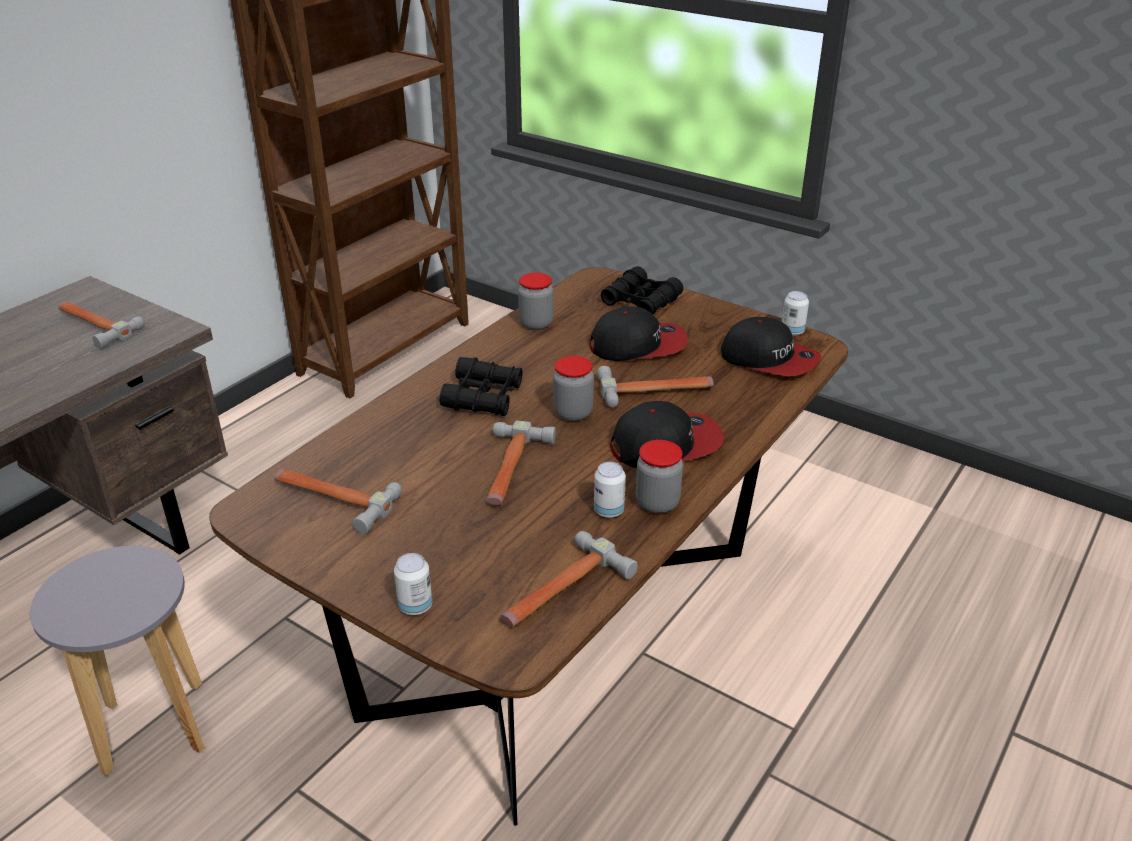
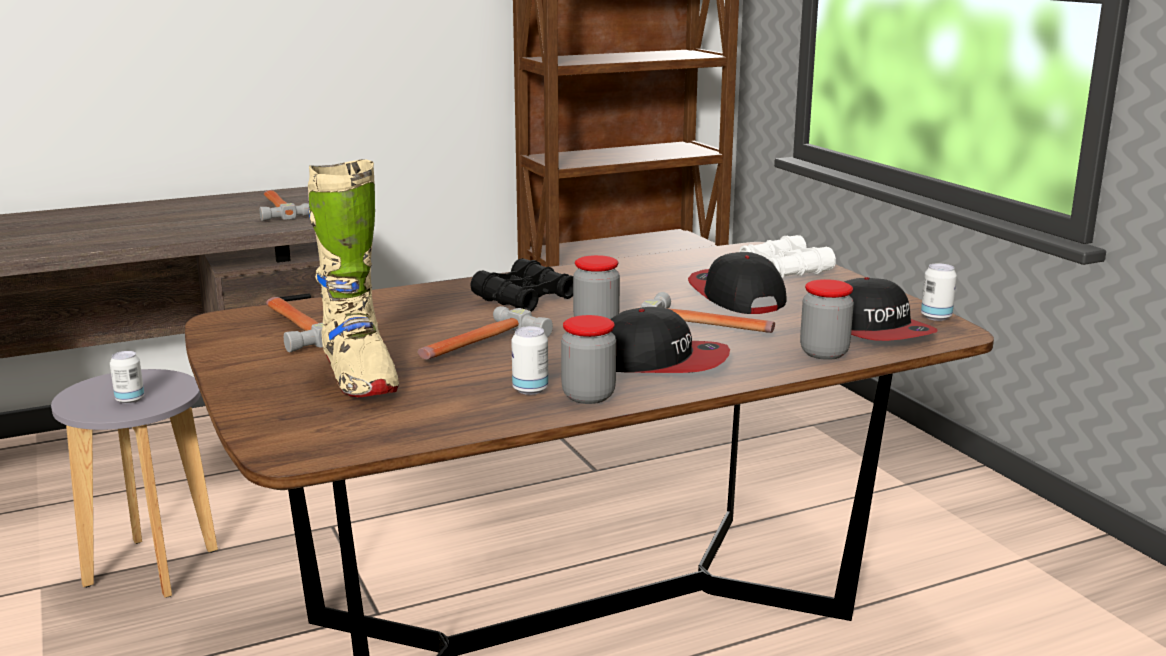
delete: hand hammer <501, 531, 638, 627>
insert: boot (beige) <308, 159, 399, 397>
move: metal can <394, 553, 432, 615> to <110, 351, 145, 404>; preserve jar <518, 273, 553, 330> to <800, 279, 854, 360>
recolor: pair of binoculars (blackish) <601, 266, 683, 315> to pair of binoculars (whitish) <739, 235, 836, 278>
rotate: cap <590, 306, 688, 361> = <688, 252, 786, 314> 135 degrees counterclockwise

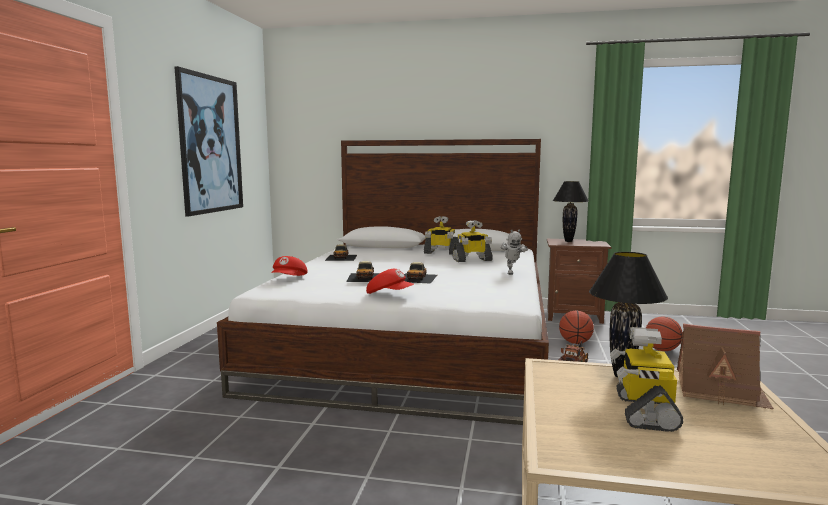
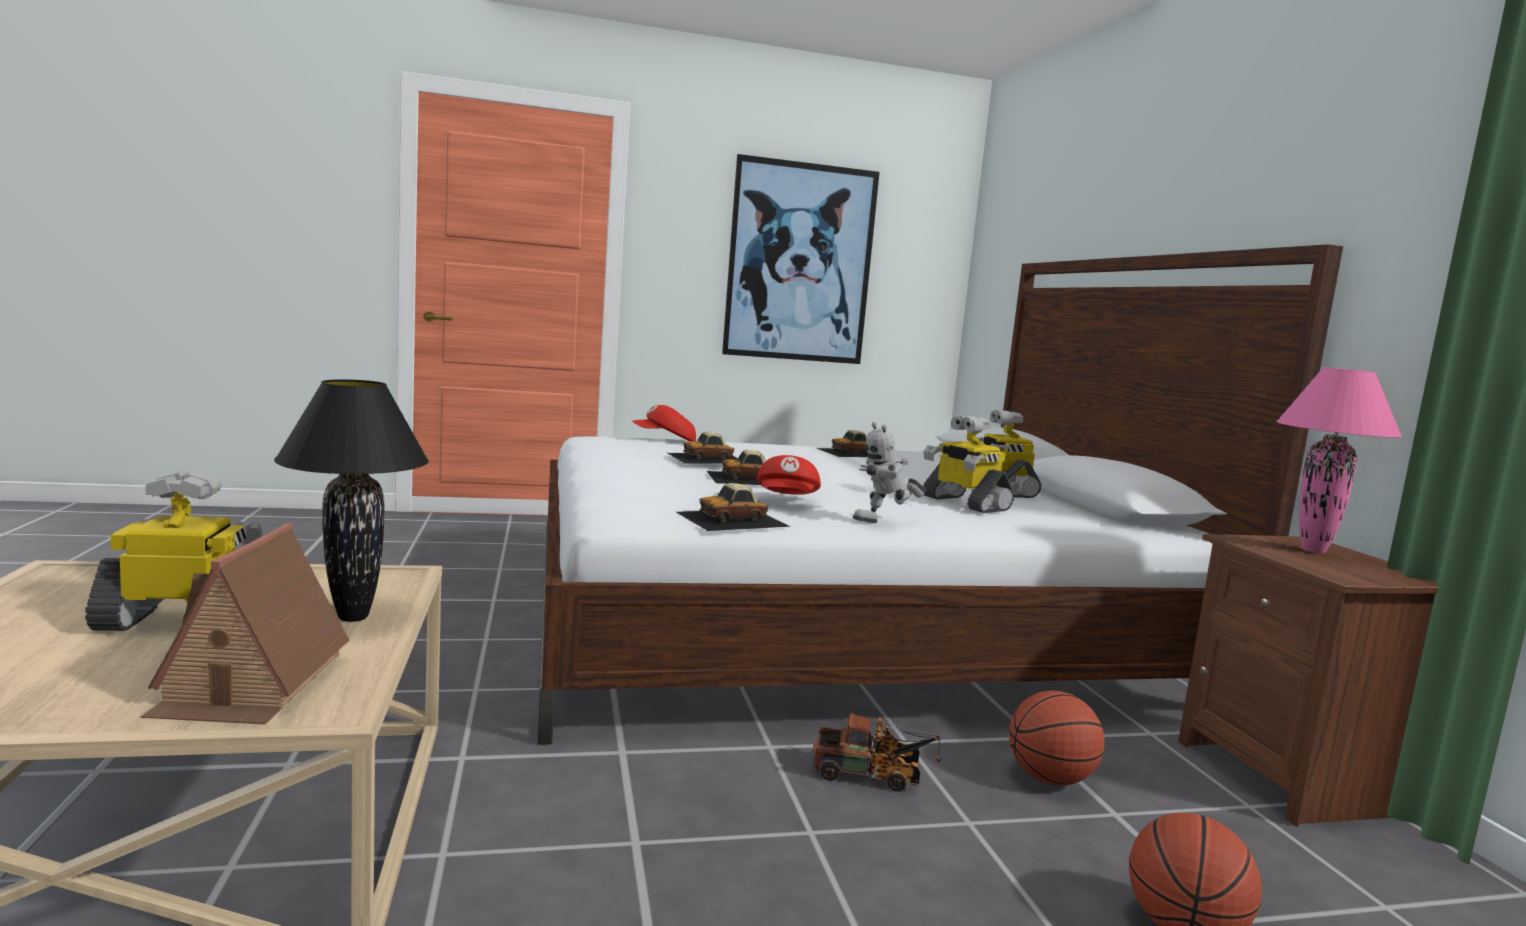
insert: toy car <676, 483, 790, 531>
move: cap (red-coloured) <366, 269, 414, 294> to <757, 455, 821, 495>
recolor: table lamp (blackish) <553, 181, 588, 242> to table lamp (pink-coloured) <1276, 367, 1402, 554>

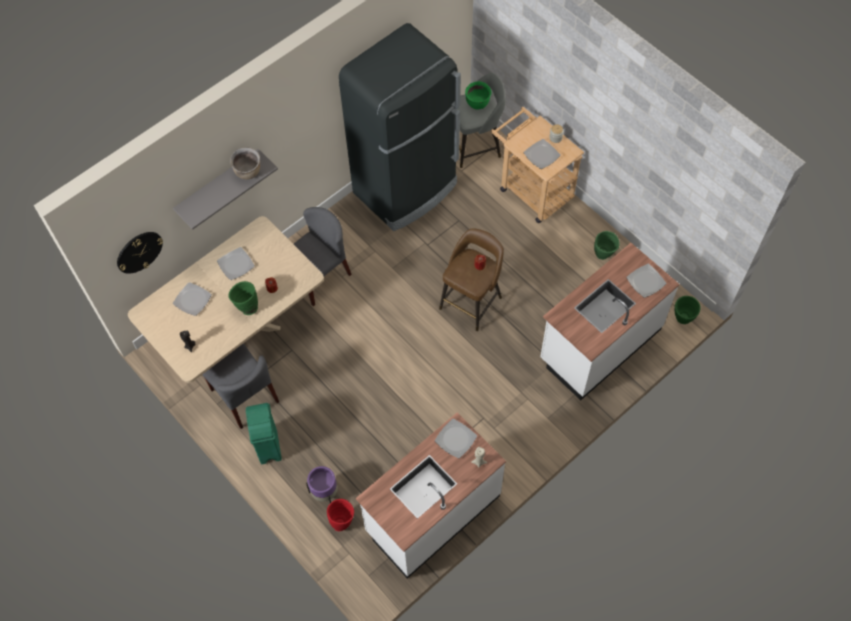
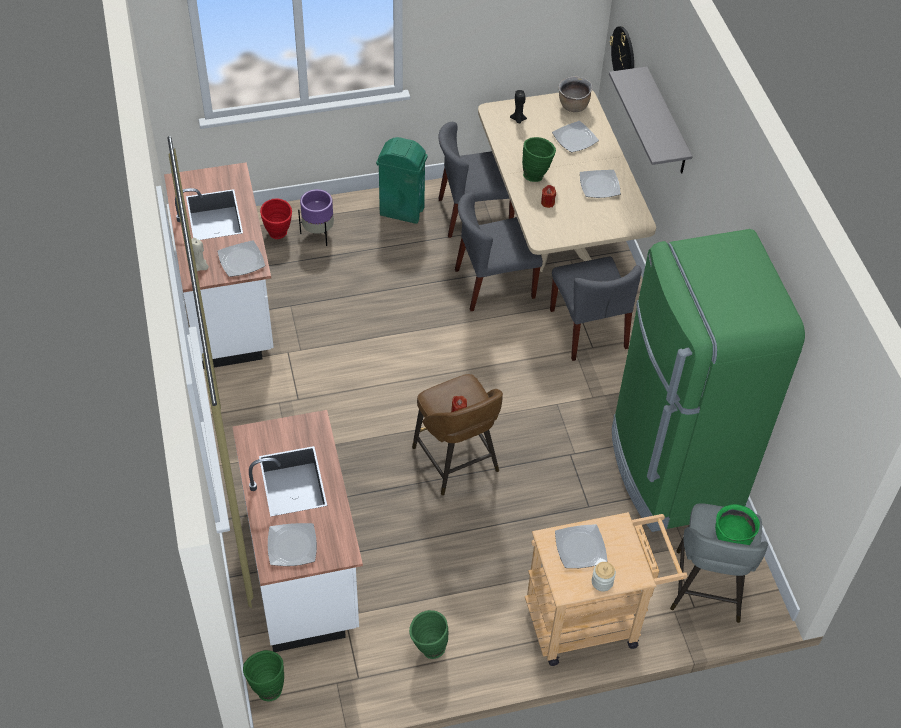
insert: plain chair (greyish) <455, 192, 543, 311>
move: saucepot (brown) <230, 147, 260, 180> to <558, 76, 593, 112>
recolor: refrigerator (blackish) <339, 23, 461, 231> to refrigerator (green) <612, 229, 805, 532>

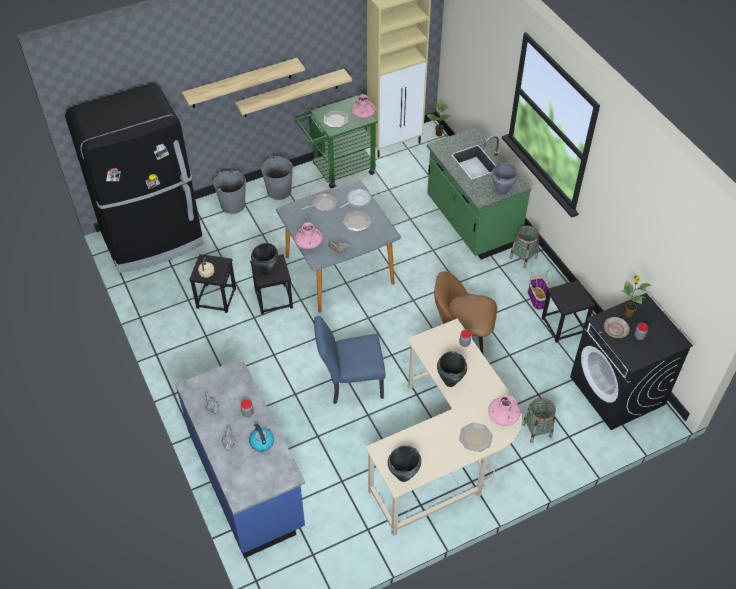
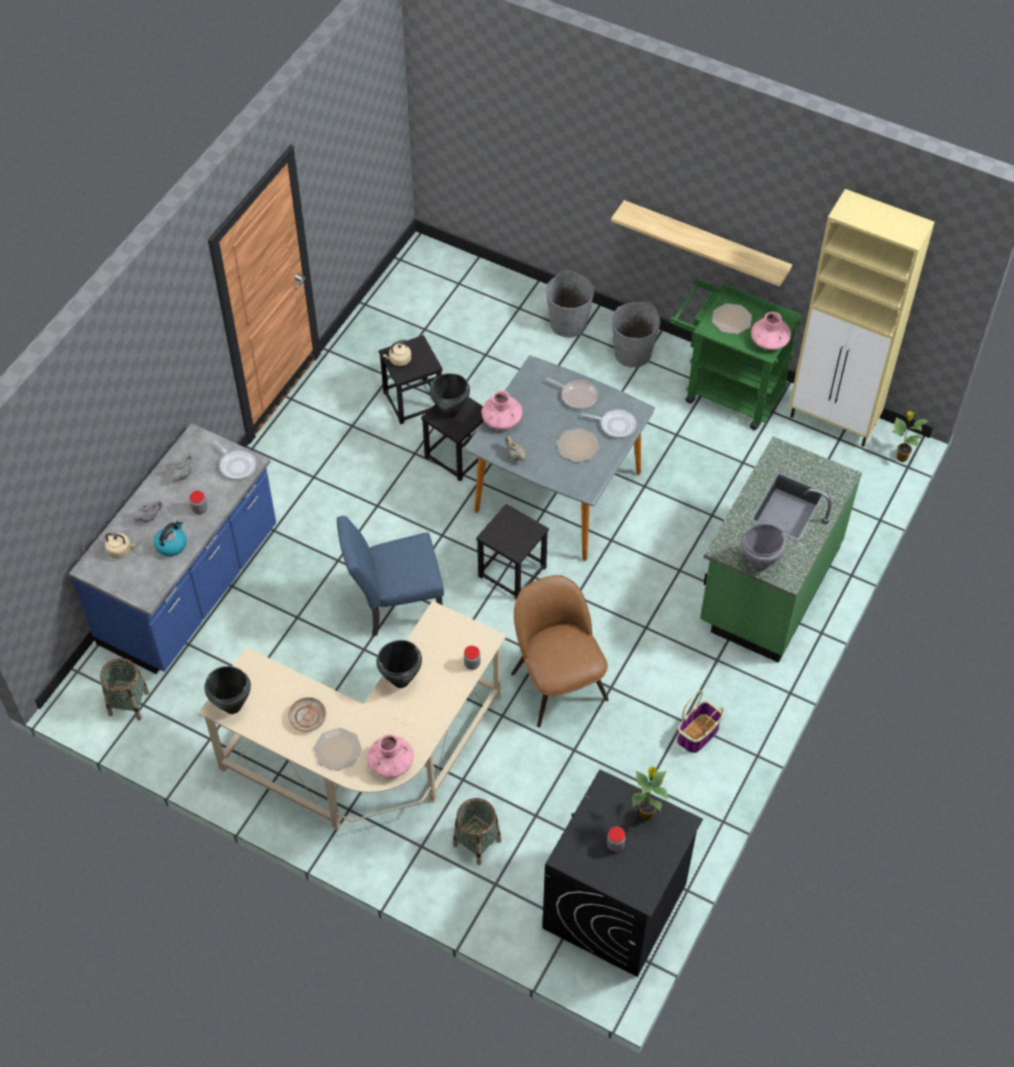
delete: refrigerator (blackish) <65, 83, 204, 273>; wall shelf <182, 58, 305, 108>
insert: tea kettle (beige) <105, 533, 135, 558>; frying pan <213, 440, 257, 481>
move: basket <510, 225, 539, 268> to <100, 658, 150, 720>; stool (blackish) <542, 280, 595, 343> to <476, 504, 549, 599>; flat dish (beige) <604, 317, 630, 338> to <288, 697, 326, 732>
rotate: plain chair (blue-coloured) <314, 316, 385, 404> = <337, 516, 444, 636> 60 degrees counterclockwise

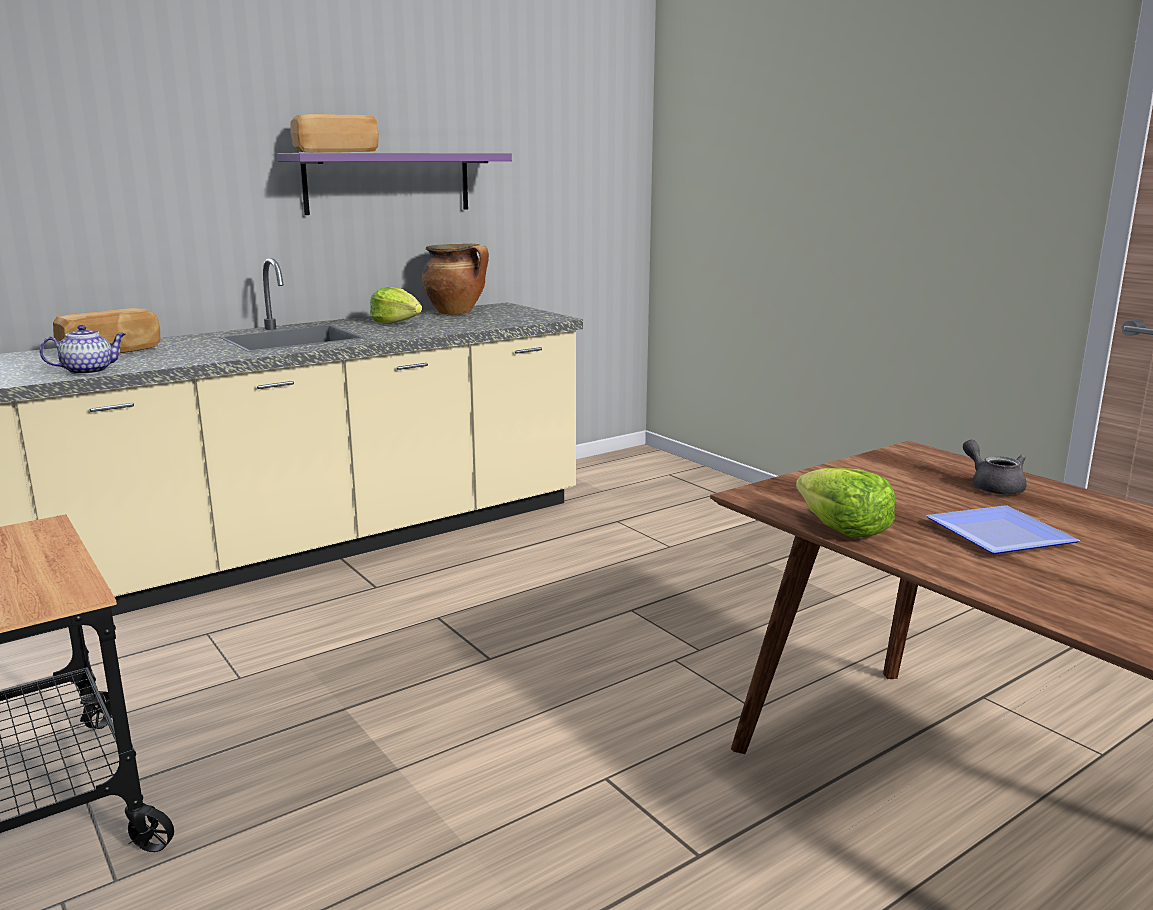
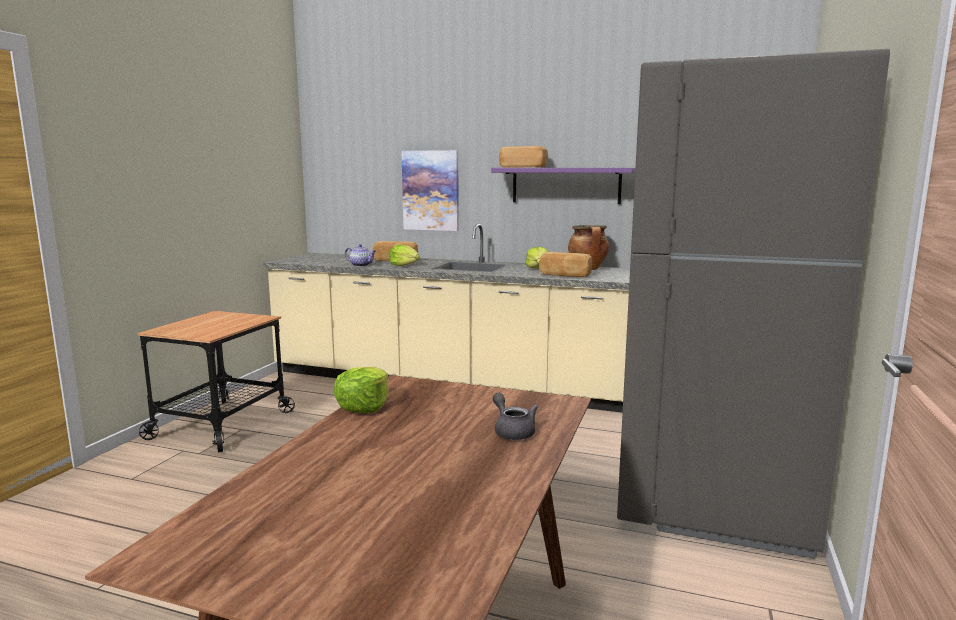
delete: flat dish <926, 505, 1080, 554>
insert: head of lettuce <389, 245, 420, 266>; wall picture <401, 150, 459, 231>; bread <539, 252, 592, 277>; refrigerator (greyish) <617, 49, 890, 558>
rotate: teapot (greyish) <963, 440, 1027, 495> = <493, 393, 538, 440> 60 degrees counterclockwise

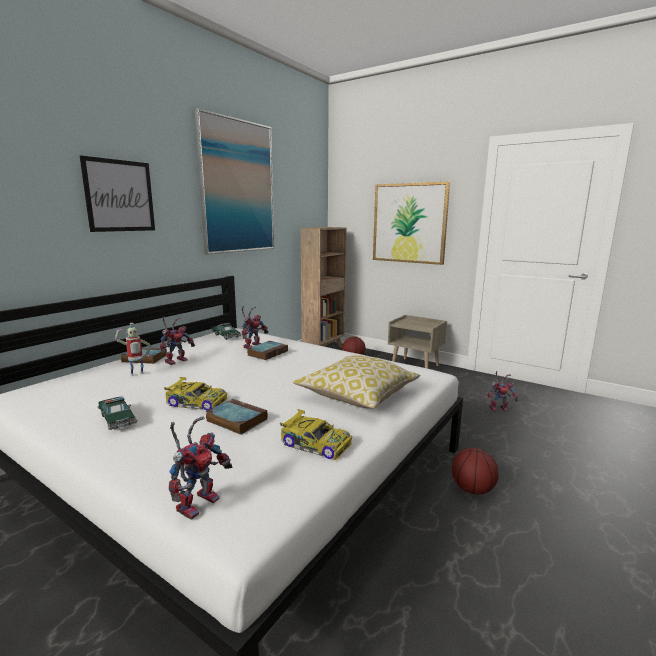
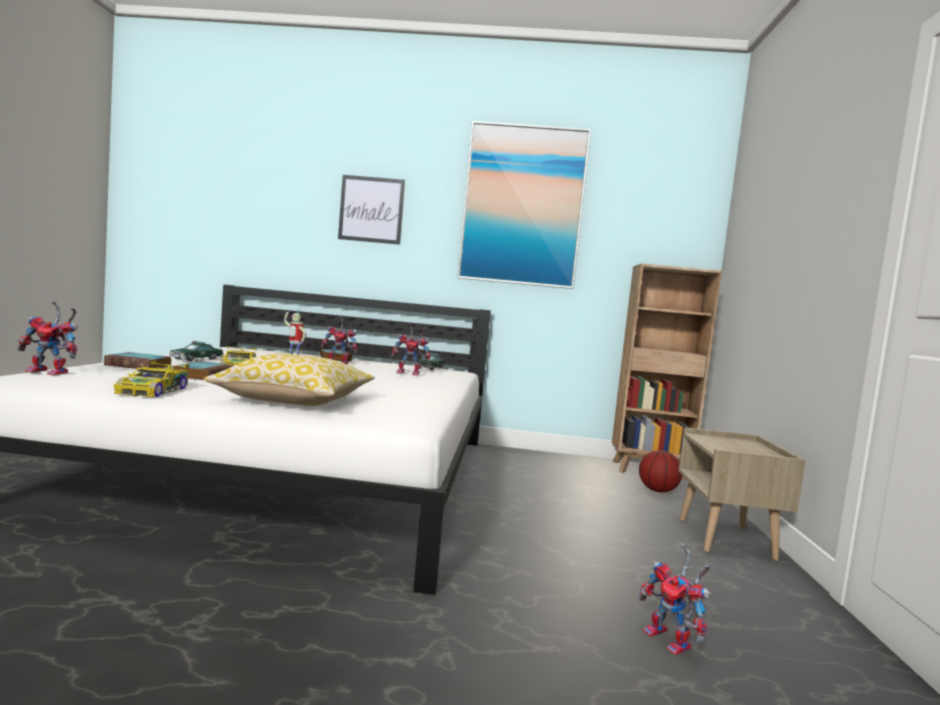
delete: wall picture <373, 182, 450, 265>; ball for basketball <452, 448, 499, 495>
move: bound book <247, 341, 288, 360> to <104, 352, 171, 369>

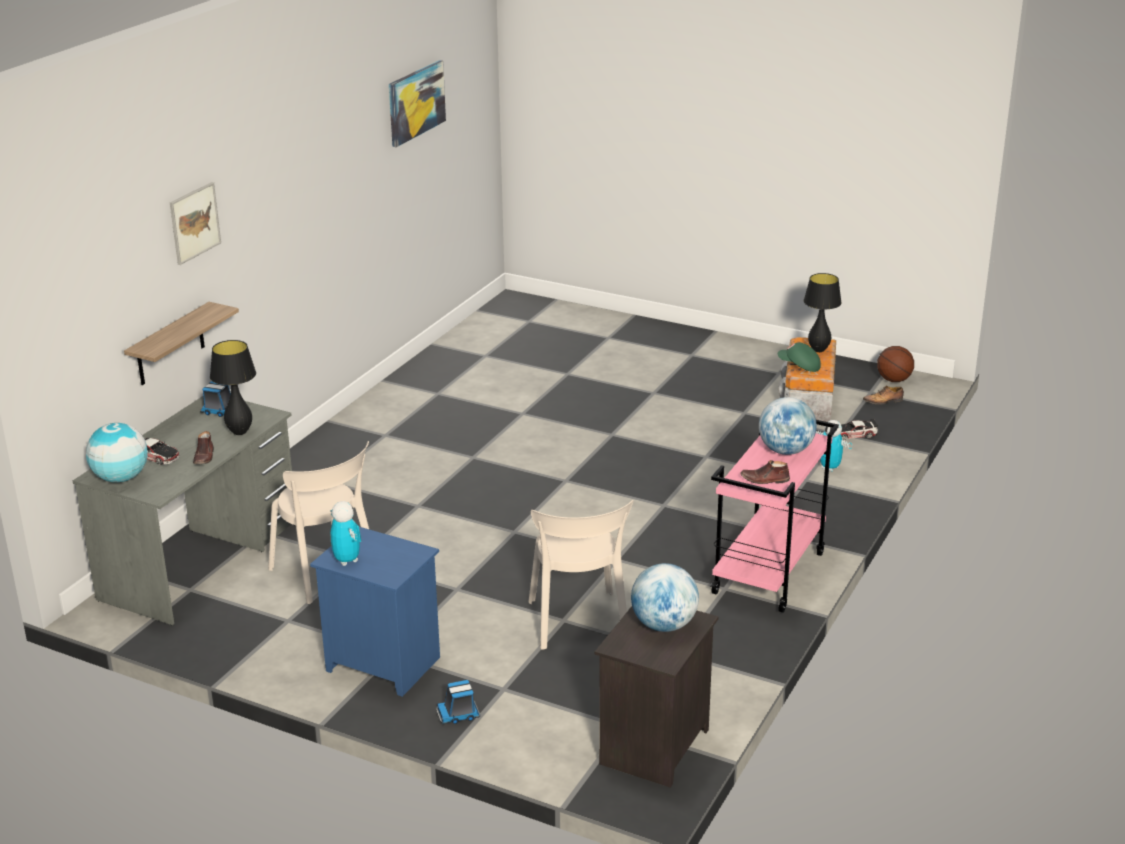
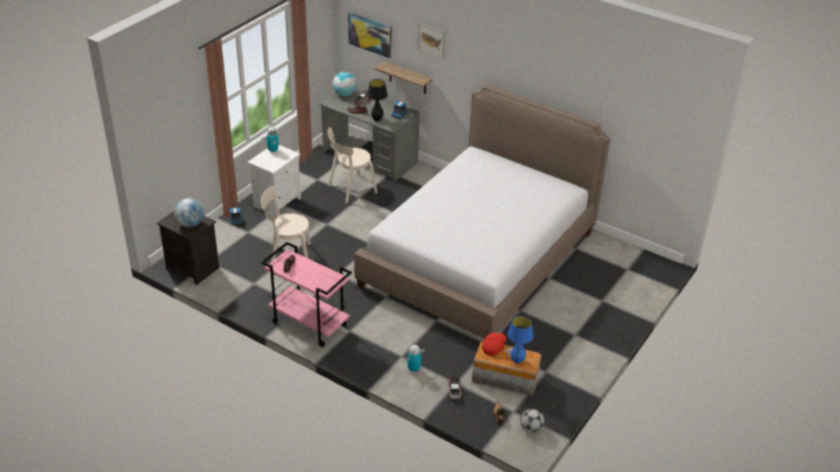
delete: globe <759, 397, 817, 455>
insert: bed <354, 84, 610, 339>
move: wall picture <389, 60, 446, 147> to <348, 12, 392, 58>
replace: ball for basketball <877, 346, 914, 382> to ball for football <520, 409, 544, 433>
recolor: bedside table (blue-coloured) <310, 527, 440, 697> to bedside table (whitish) <247, 145, 301, 217>; cap (green) <778, 343, 821, 372> to cap (red-coloured) <482, 332, 506, 356>; table lamp (blackish) <804, 273, 842, 352> to table lamp (blue-coloured) <508, 316, 533, 364>

